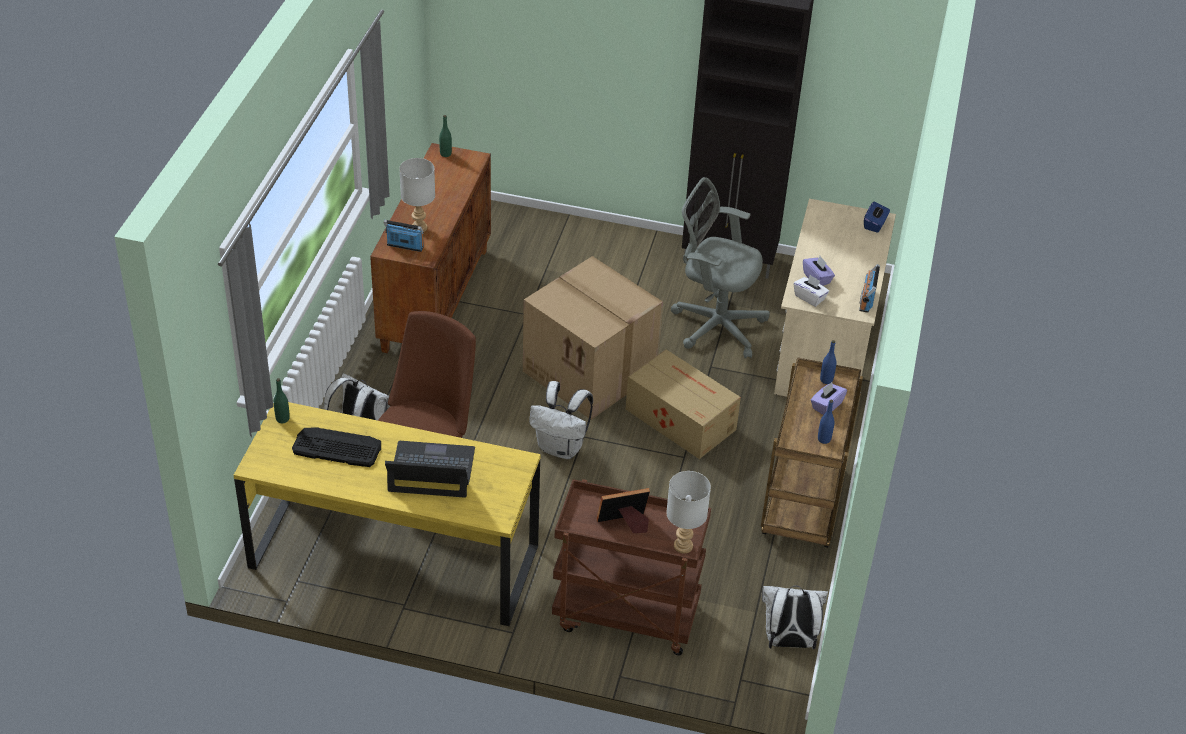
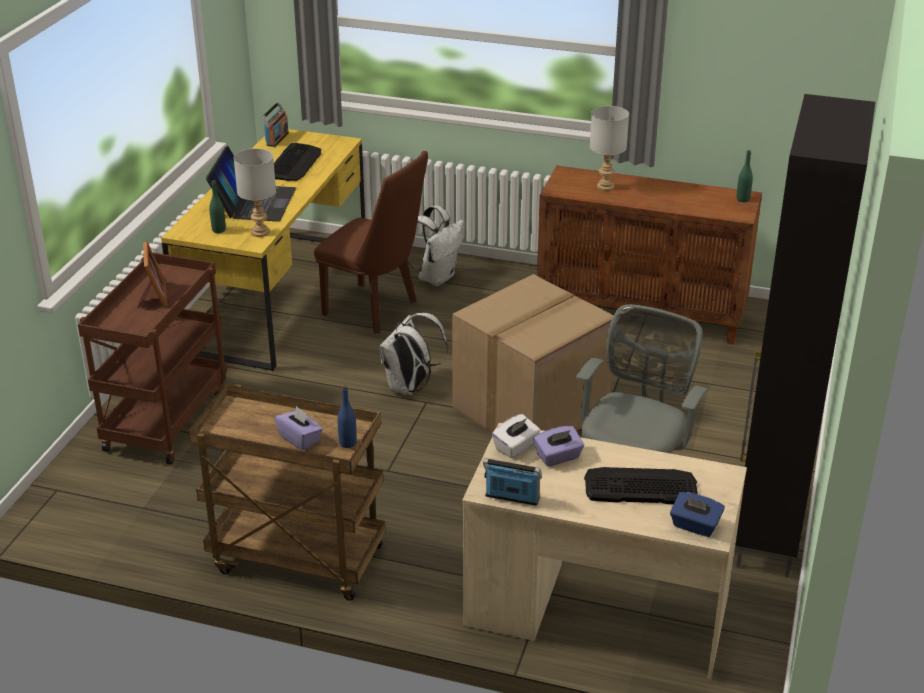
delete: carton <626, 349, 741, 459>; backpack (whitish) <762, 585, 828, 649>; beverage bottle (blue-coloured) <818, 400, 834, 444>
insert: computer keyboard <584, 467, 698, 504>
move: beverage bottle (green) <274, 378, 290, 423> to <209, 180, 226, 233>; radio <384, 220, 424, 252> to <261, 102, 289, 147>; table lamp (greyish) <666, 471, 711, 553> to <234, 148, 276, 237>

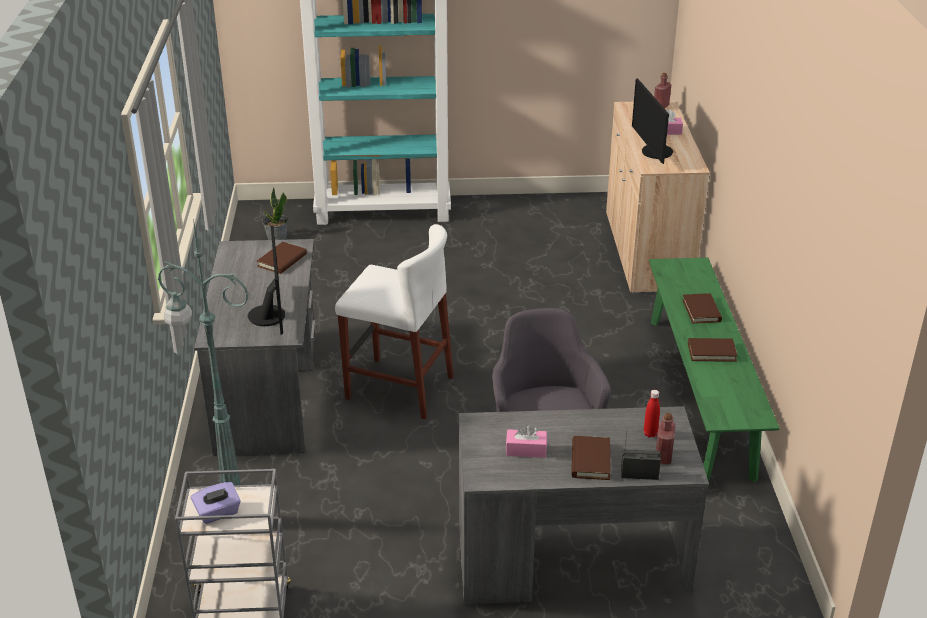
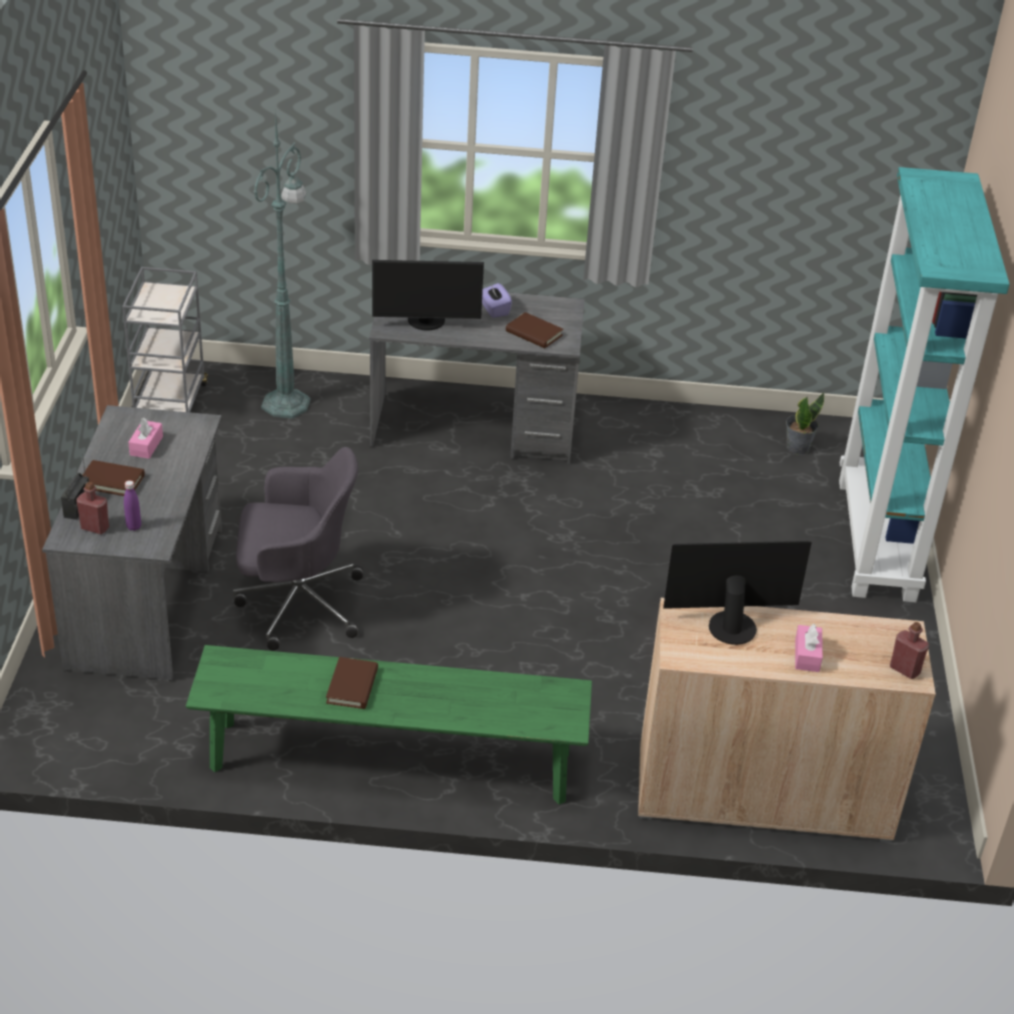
delete: stool (whitish) <335, 224, 454, 419>; bound book (brown) <683, 293, 722, 324>
move: box of tissues (purple-coloured) <191, 482, 241, 524> to <482, 283, 512, 318>
recolor: beverage bottle (red-coloured) <644, 390, 660, 438> to beverage bottle (purple-coloured) <124, 480, 141, 531>

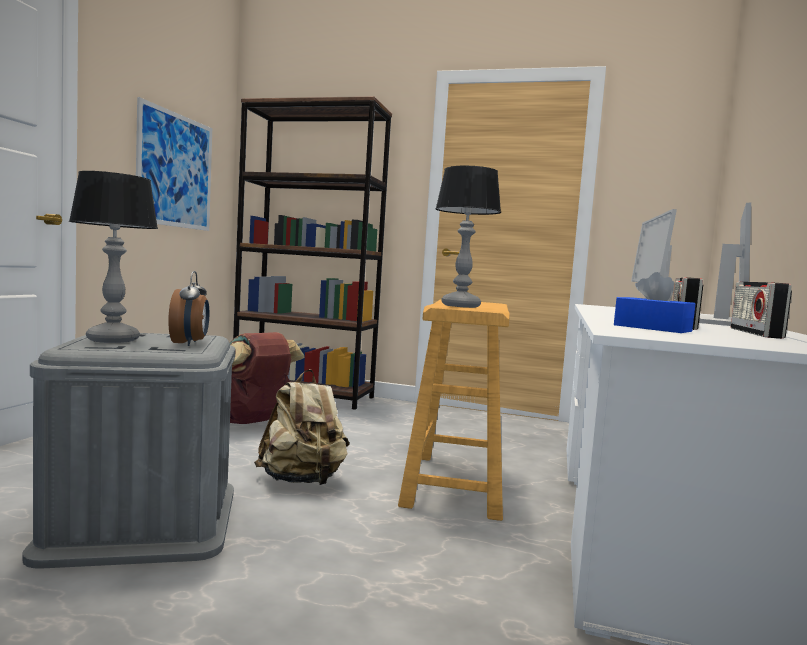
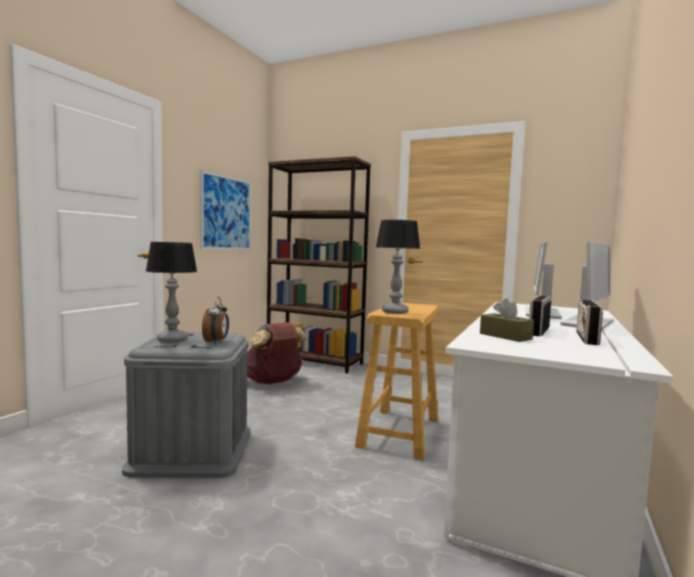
delete: backpack (beige) <254, 369, 349, 485>
recolor: box of tissues (blue-coloured) <614, 272, 695, 333> to box of tissues (brown) <480, 298, 534, 342>

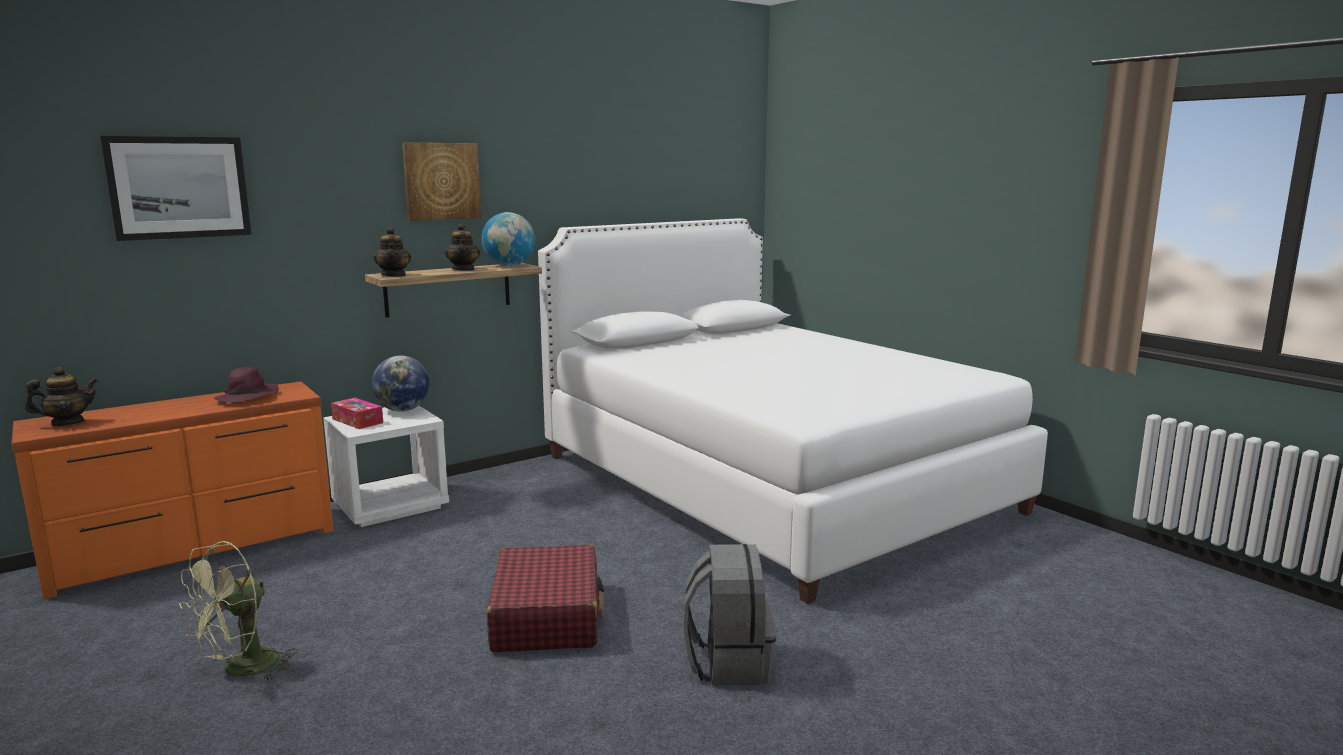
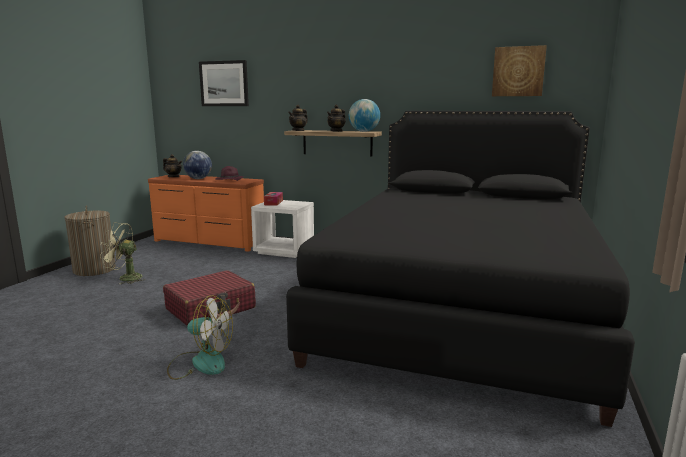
insert: hamper <65, 205, 116, 276>
move: globe <372, 356, 430, 412> to <183, 151, 212, 179>; wall picture <402, 143, 481, 221> to <492, 45, 547, 96>
replace: backpack (greyish) <683, 544, 776, 685> to cooling fan <167, 295, 233, 380>
recolor: bed (whitish) <538, 218, 1048, 604> to bed (blackish) <286, 111, 635, 427>

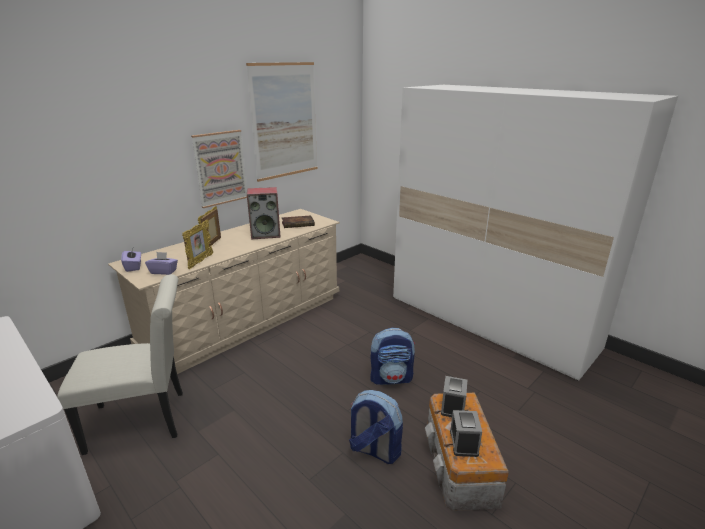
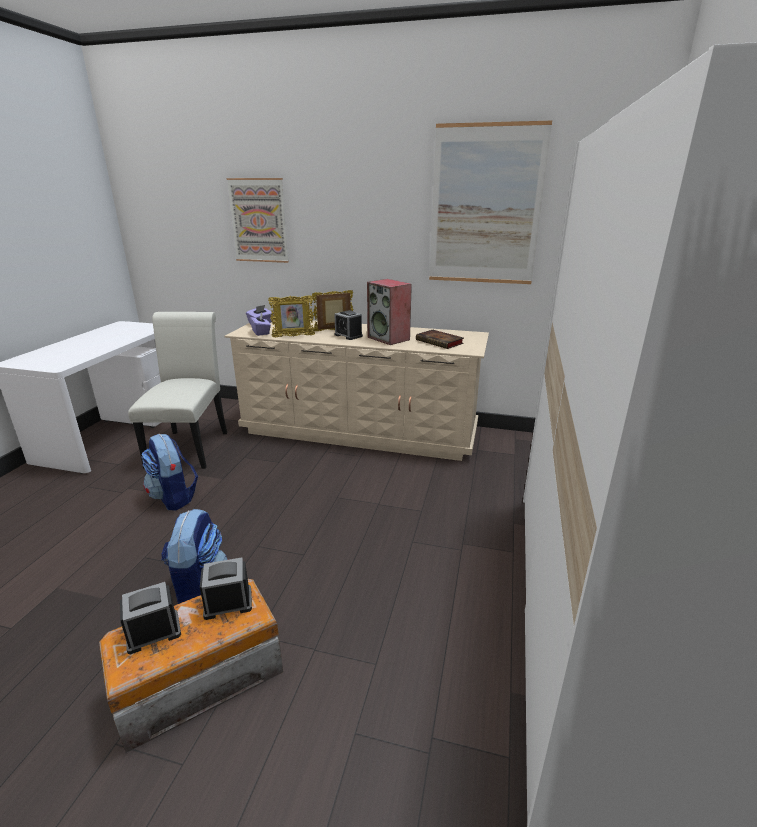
insert: bedside clock <334, 310, 363, 340>
move: wall picture <191, 130, 247, 208> to <227, 178, 289, 263>; backpack <370, 327, 415, 385> to <141, 434, 198, 510>
rotate: plain chair (whitish) <57, 274, 183, 455> = <128, 312, 227, 469> 135 degrees counterclockwise

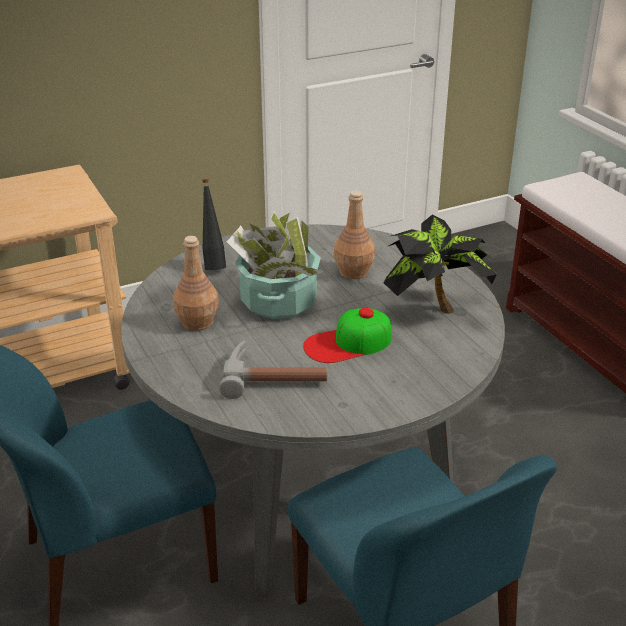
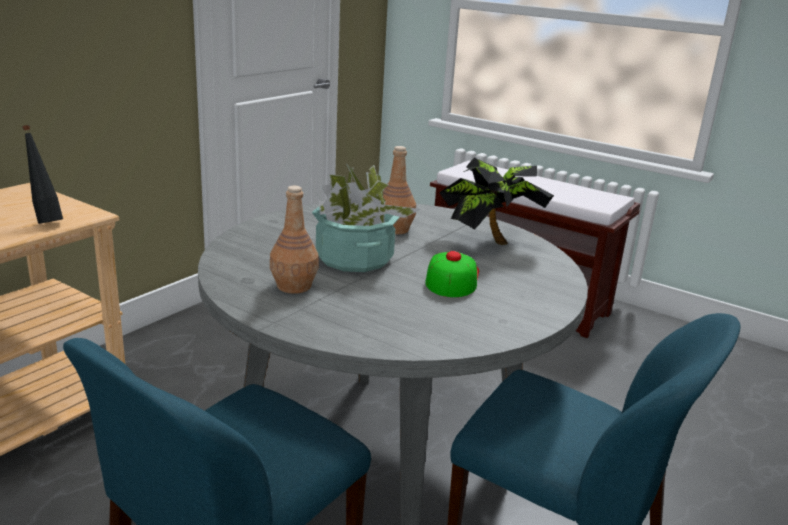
delete: hand hammer <219, 340, 327, 399>
move: beverage bottle (blackish) <202, 179, 226, 270> to <22, 125, 63, 224>
rotate: cap <303, 308, 392, 363> = <425, 251, 479, 297> 150 degrees clockwise

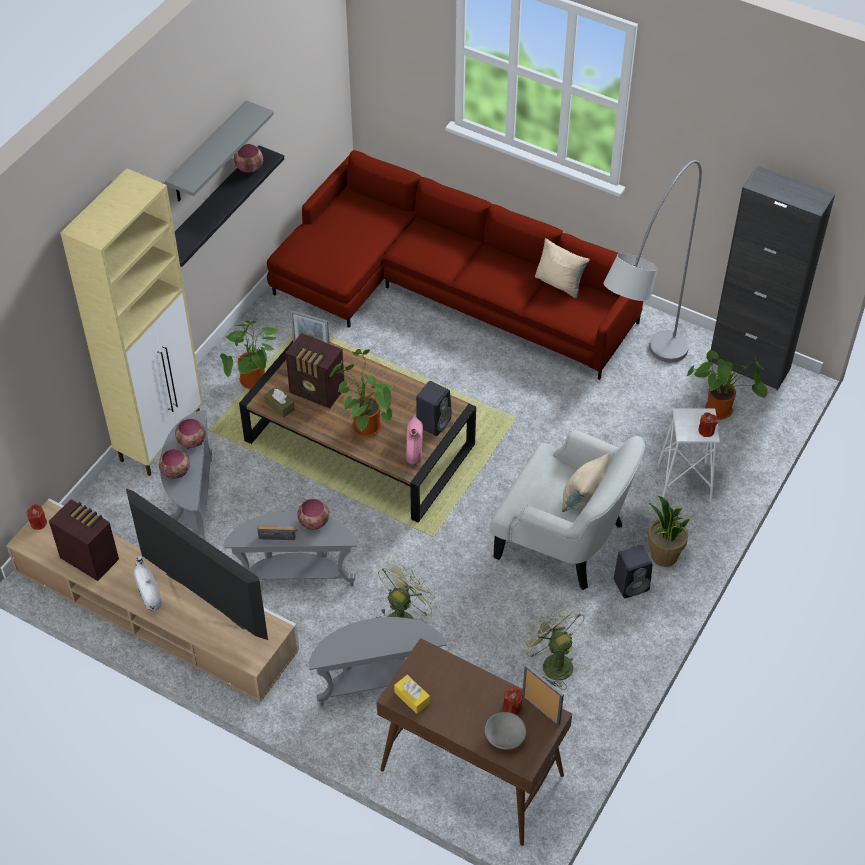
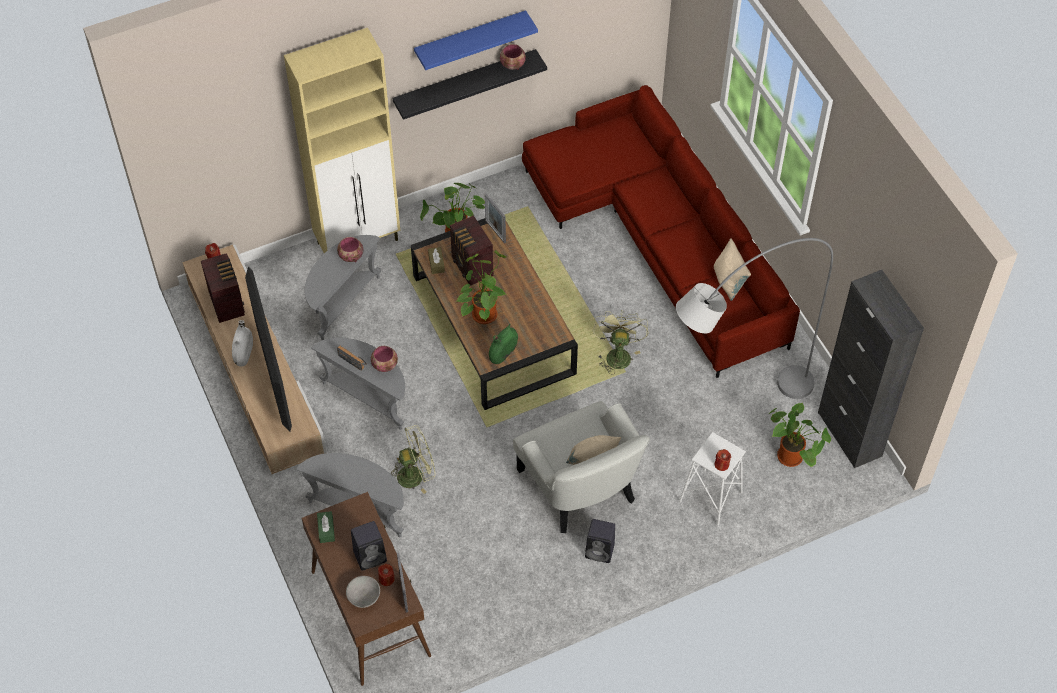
delete: serving bowl <159, 449, 190, 479>; plant in a pot <648, 496, 690, 567>
move: audio speaker (blackish) <416, 381, 452, 436> to <351, 521, 387, 571>; cooling fan (green) <520, 605, 585, 690> to <593, 310, 648, 375>
recolor: wall shelf (greyish) <165, 100, 274, 201> to wall shelf (blue-coloured) <414, 10, 538, 70>; box of tissues (yellowish) <394, 675, 430, 714> to box of tissues (green) <317, 511, 335, 543>; vase (pink-coloured) <406, 413, 423, 465> to vase (green) <489, 324, 518, 364>

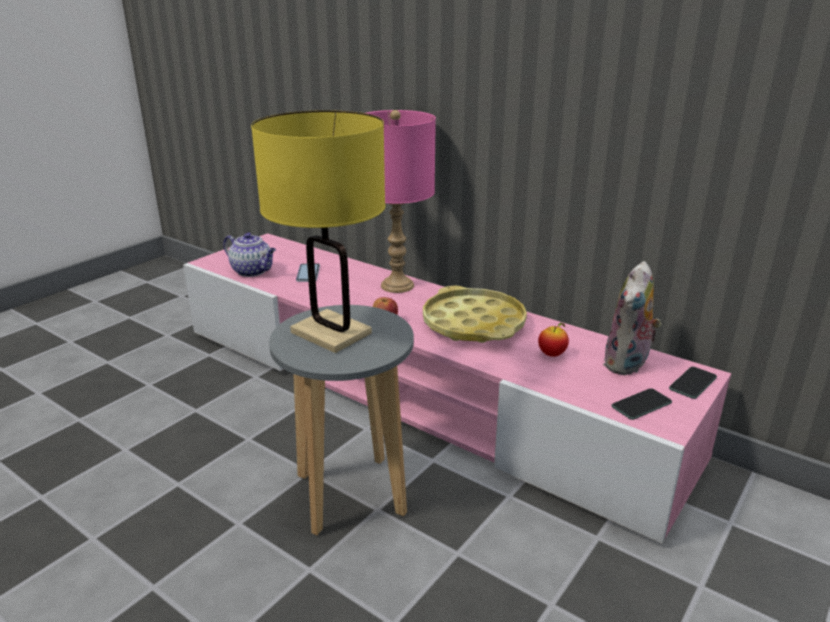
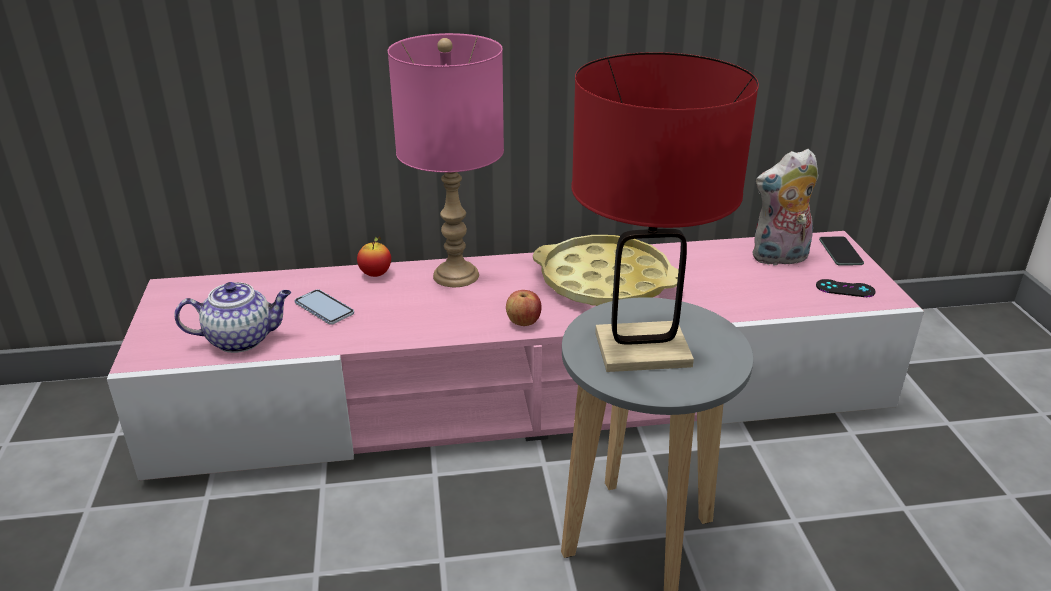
move: apple <538, 323, 569, 357> to <357, 236, 391, 277>
replace: phone <612, 388, 672, 420> to game controller (blackish) <816, 279, 876, 297>
recolor: table lamp (yellowish) <251, 110, 386, 353> to table lamp (red-coloured) <572, 52, 759, 372>
rotate: soft toy <603, 261, 662, 376> = <752, 149, 818, 266> 90 degrees clockwise

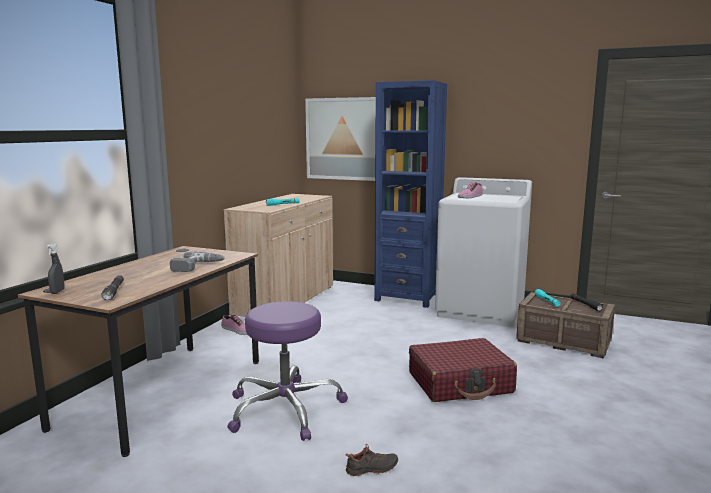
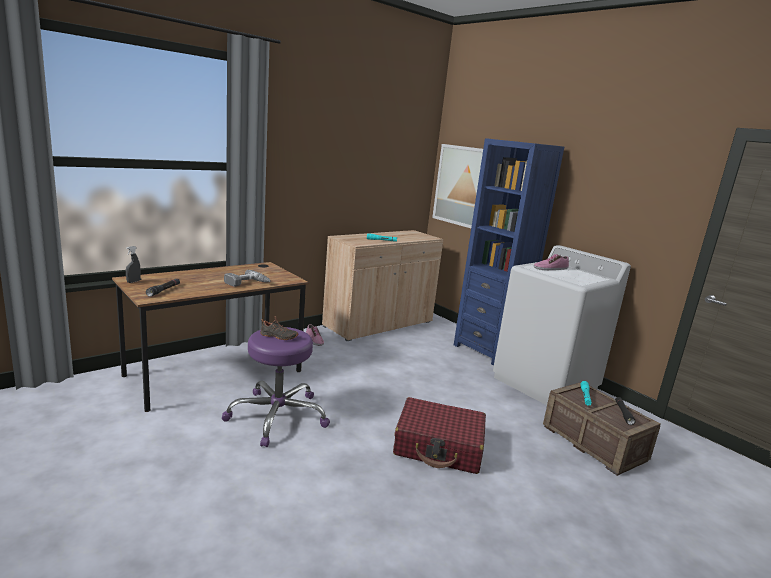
move: item of footwear (blackish) <346, 444, 398, 476> to <260, 316, 298, 340>

